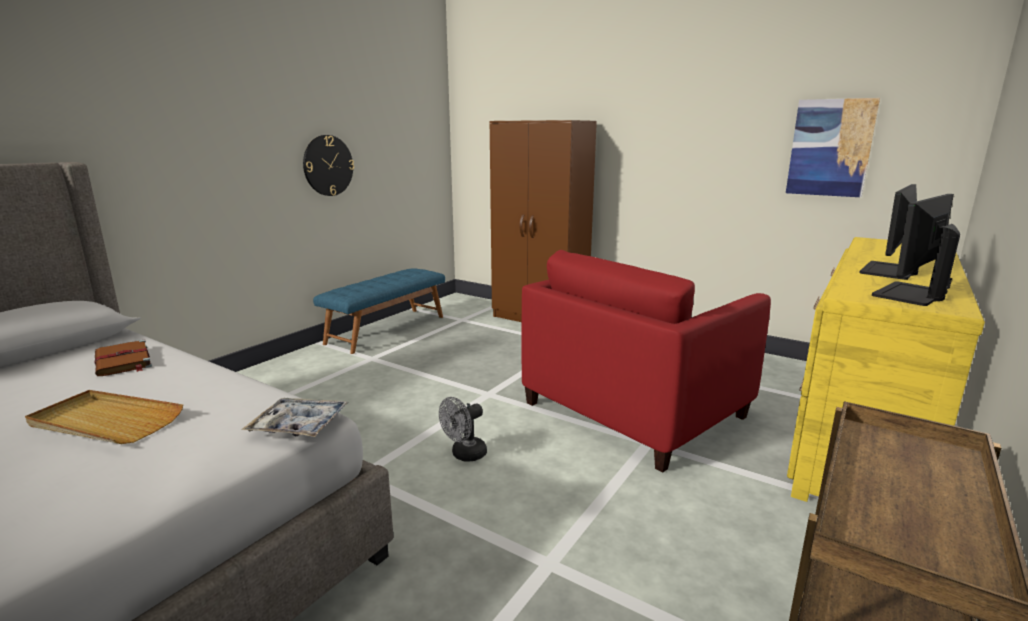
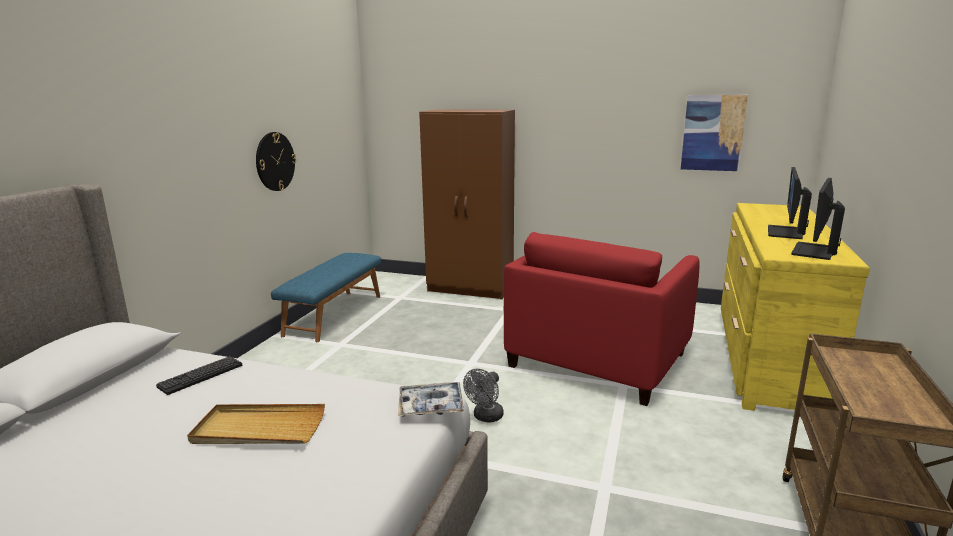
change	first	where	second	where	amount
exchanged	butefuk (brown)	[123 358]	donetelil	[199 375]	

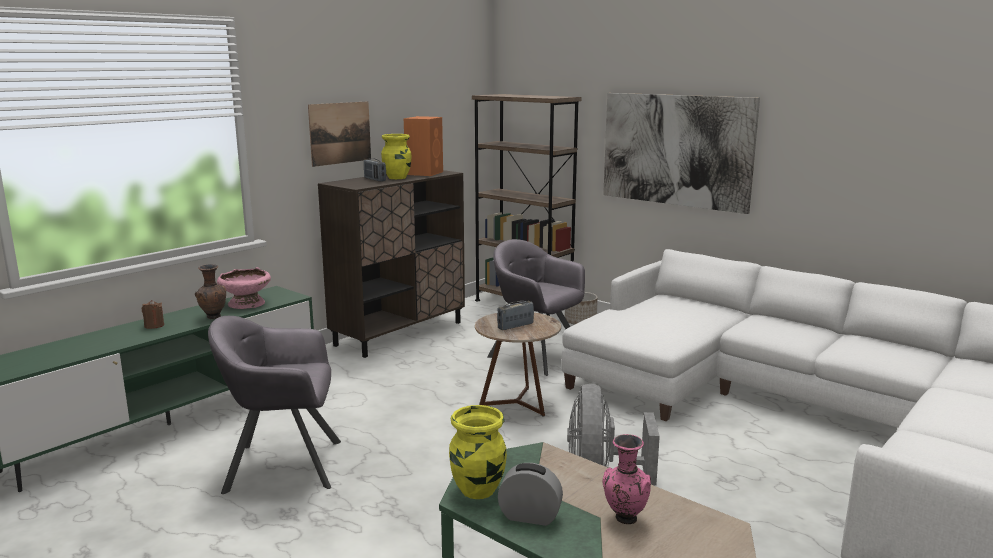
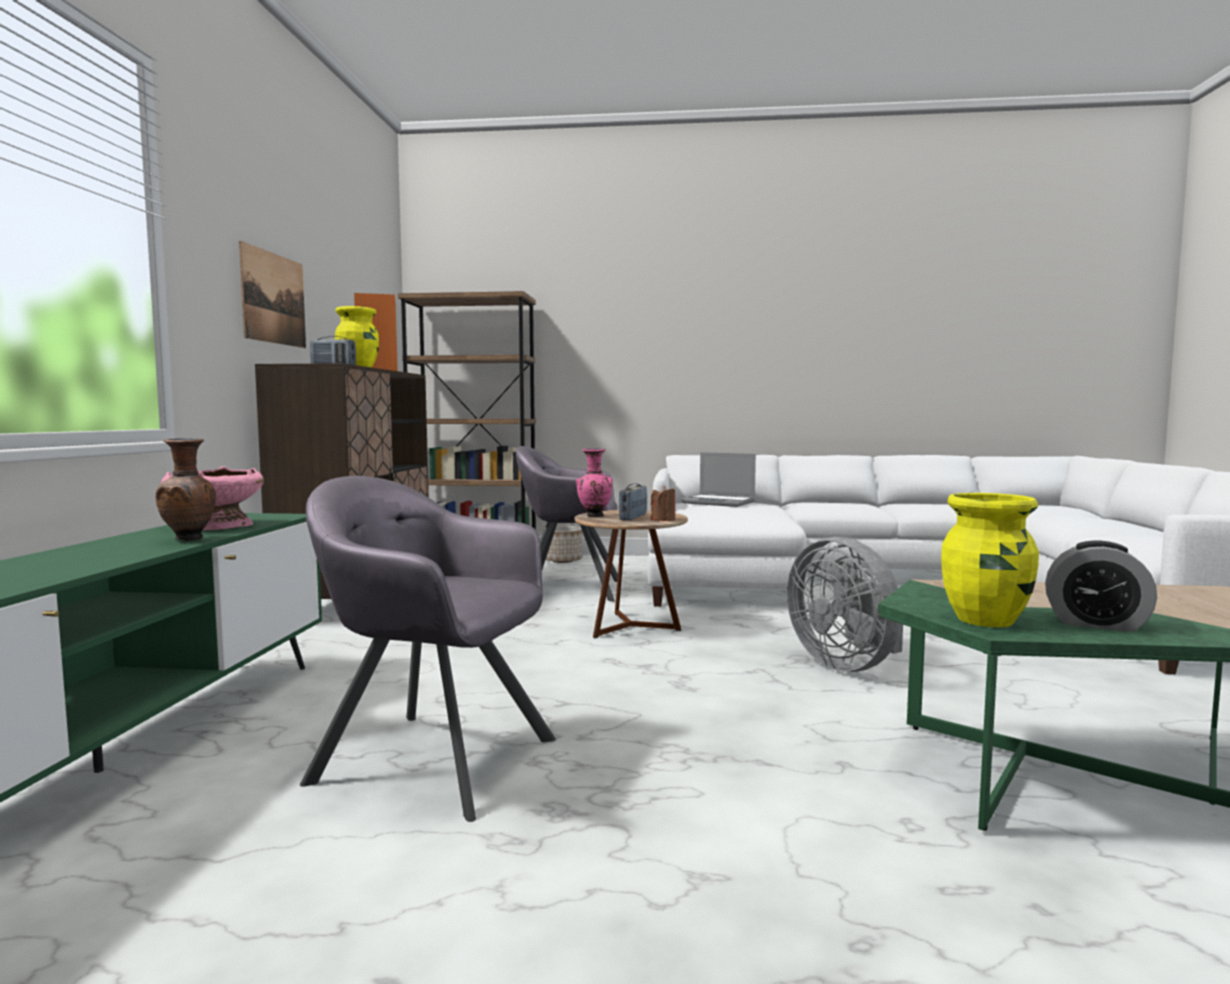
change	first	where	second	where	amount
missing	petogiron	[681 153]			
appeared			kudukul	[719 479]	
relocated	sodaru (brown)	[153 314]		[663 503]	
relocated	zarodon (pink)	[627 479]		[594 482]	
spun	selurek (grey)	[274 405]		[428 649]	60 degrees clockwise
spun	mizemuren	[530 494]		[1101 586]	135 degrees counterclockwise

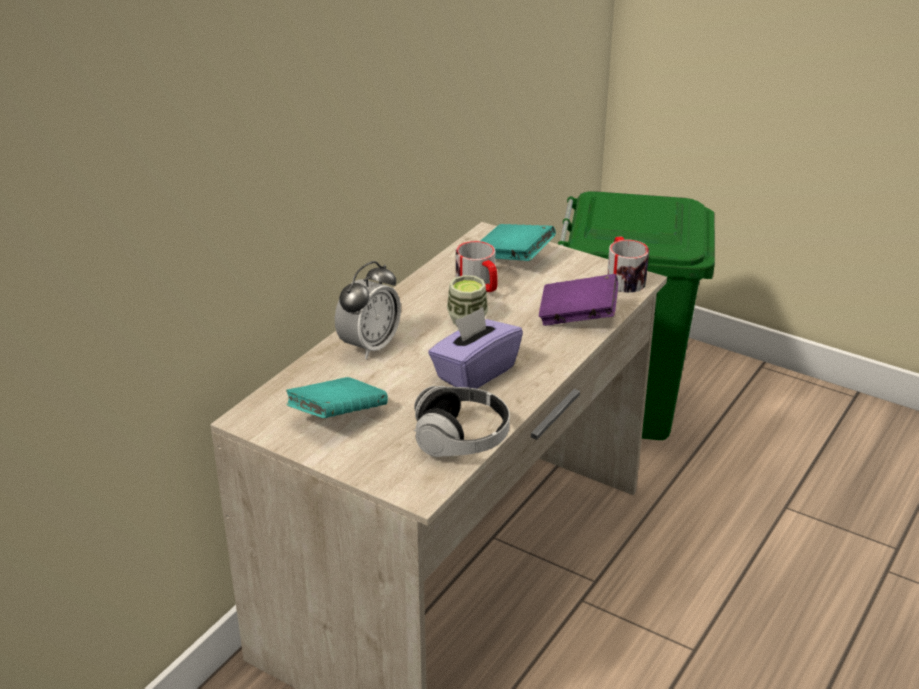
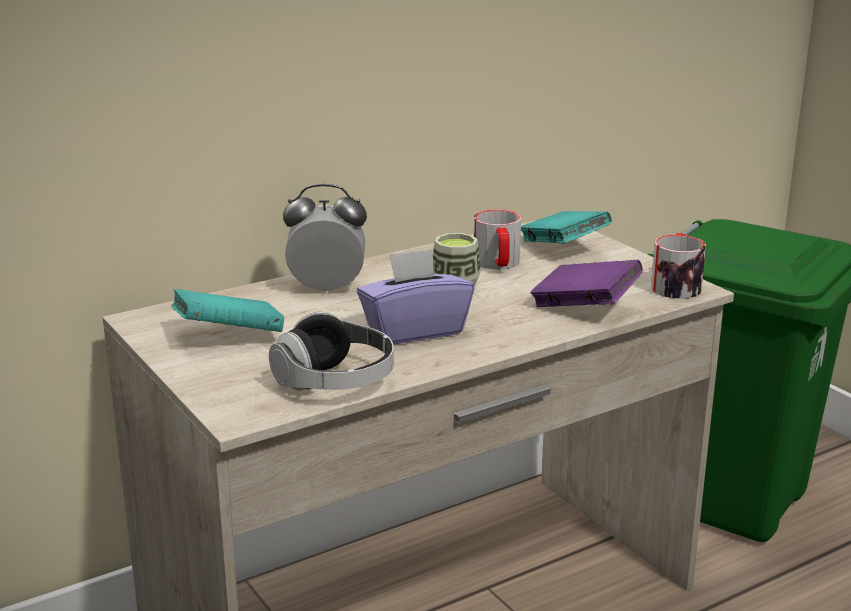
change	first	where	second	where	amount
spun	mizemuren	[368 310]		[325 238]	150 degrees counterclockwise

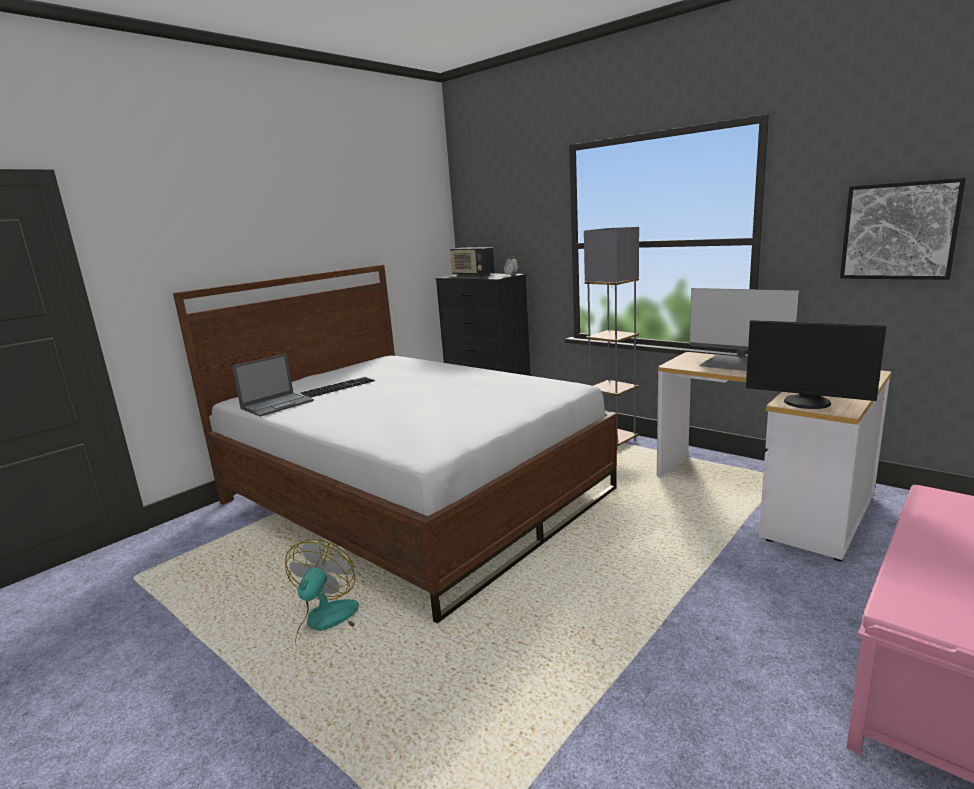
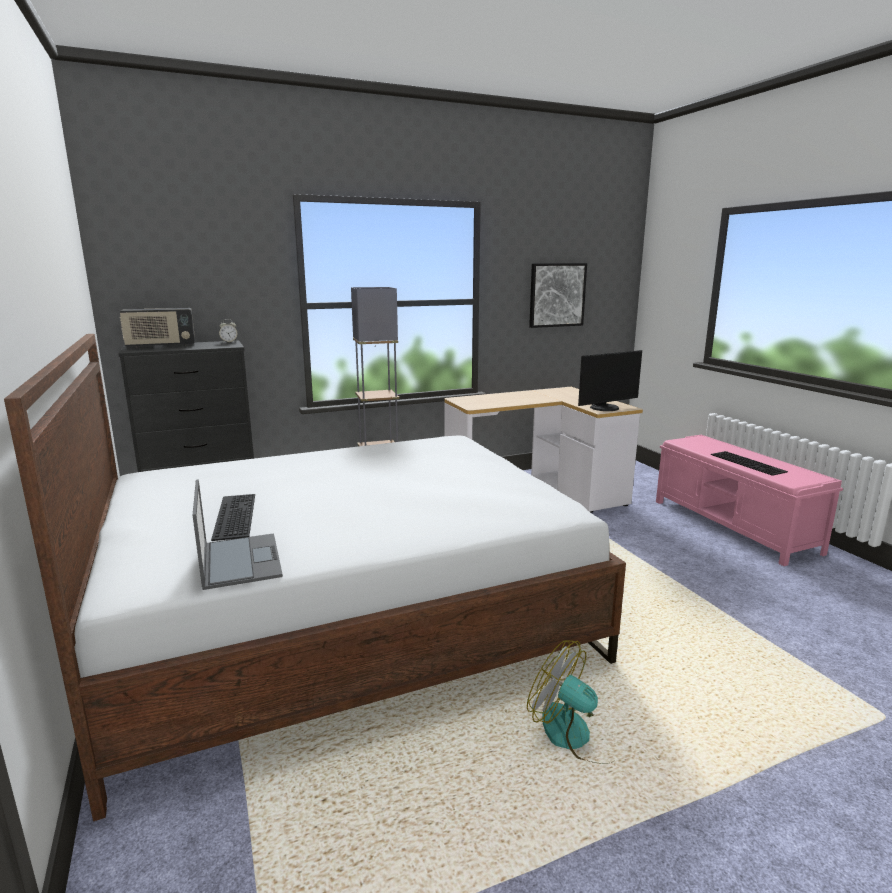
change	first	where	second	where	amount
missing	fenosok	[744 329]			
appeared			donetelil	[749 463]	

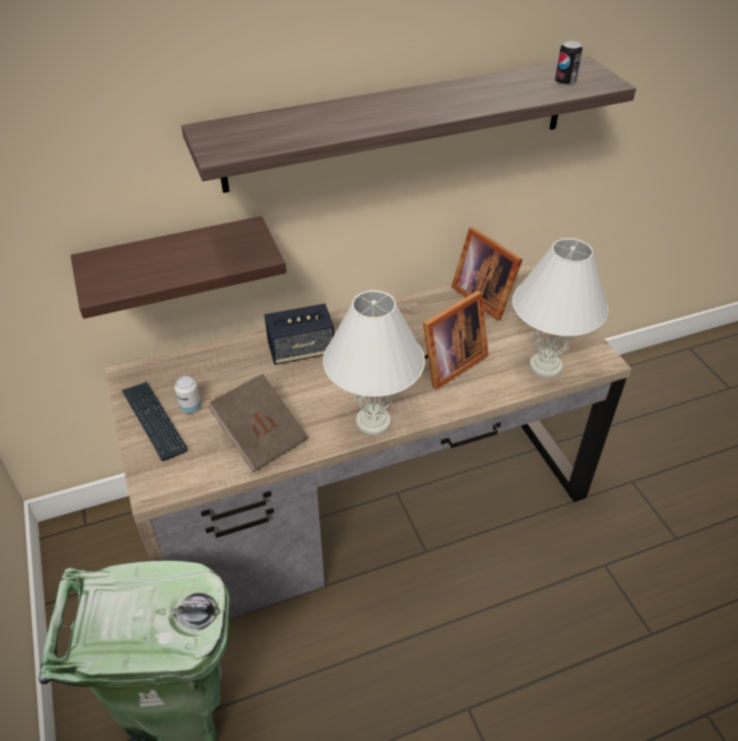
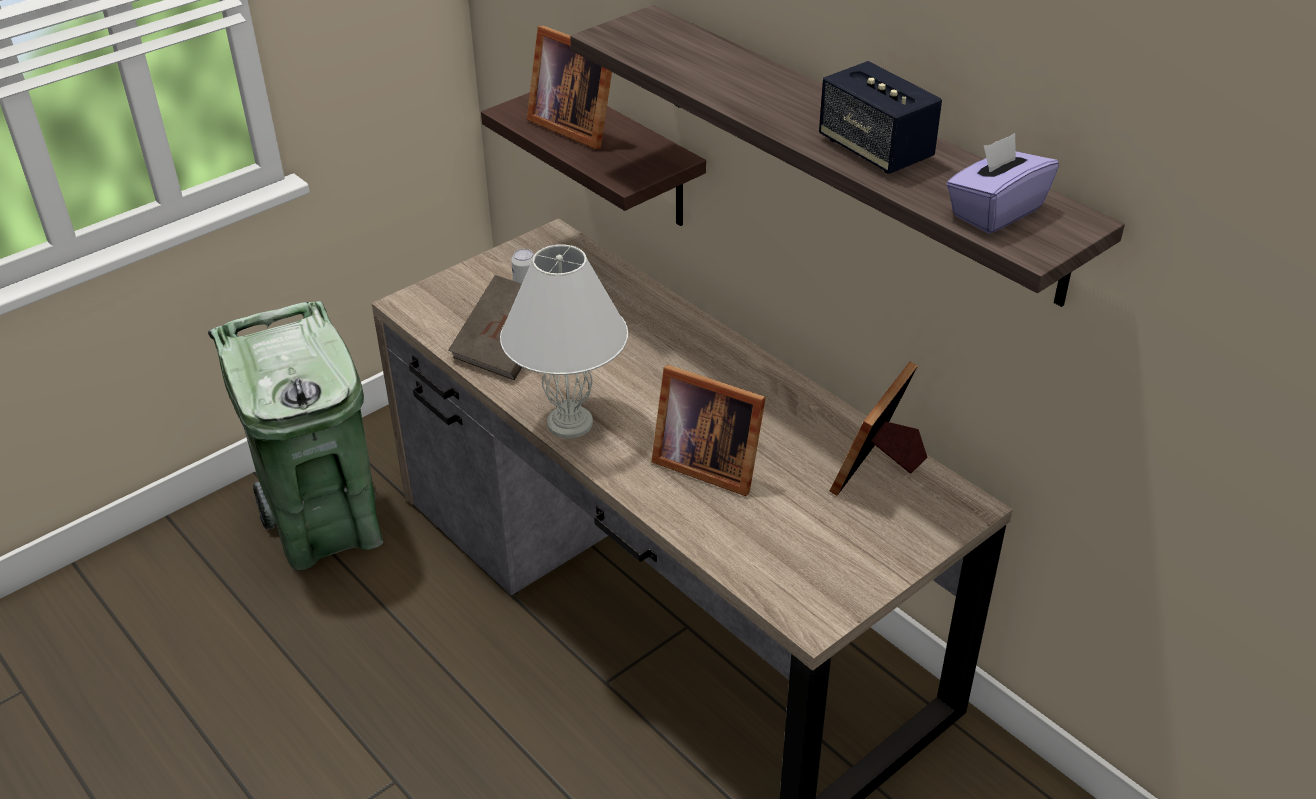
change	first	where	second	where	amount
missing	donetelil	[155 421]			
missing	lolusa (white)	[560 308]			
appeared			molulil	[569 87]	
relocated	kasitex	[299 334]		[880 117]	
exchanged	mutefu	[568 63]	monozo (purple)	[1003 183]	

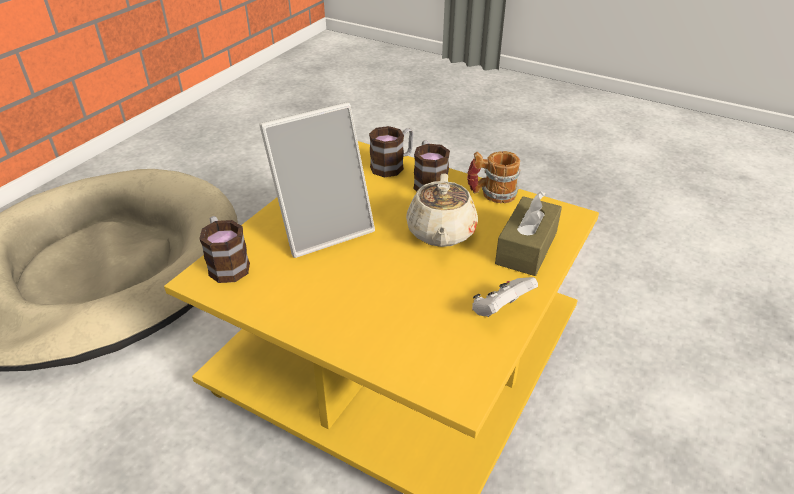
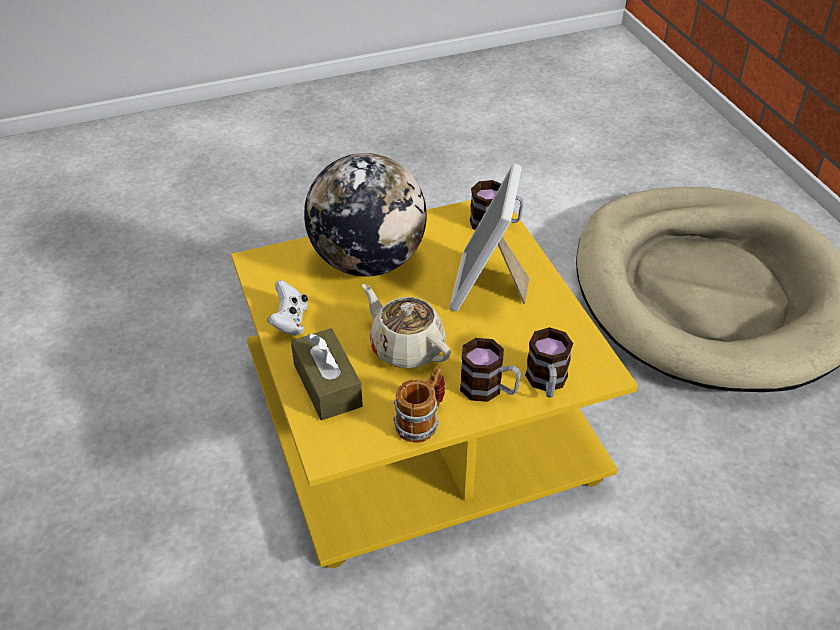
change	first	where	second	where	amount
appeared			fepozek	[365 215]	

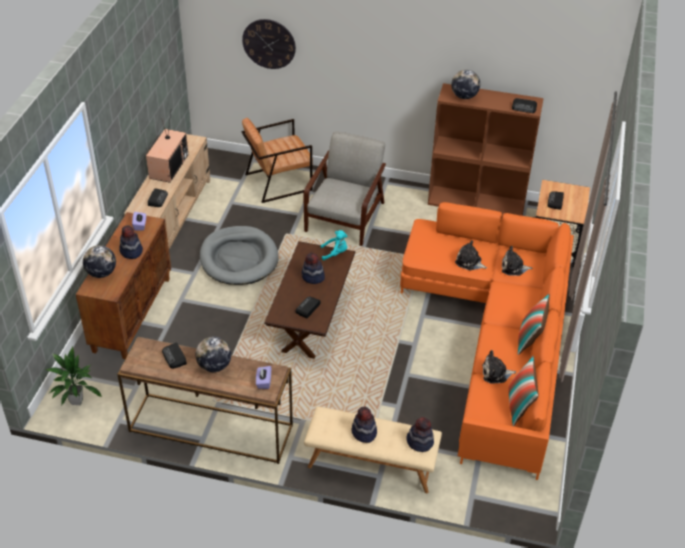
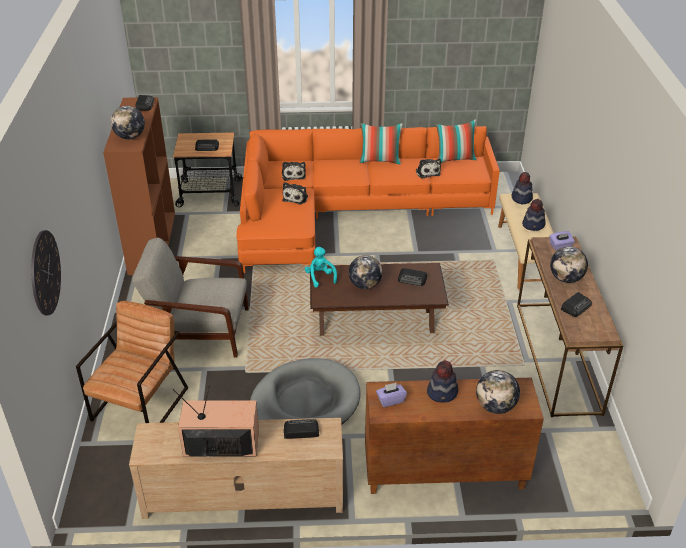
change	first	where	second	where	amount
missing	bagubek	[73 376]			
exchanged	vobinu	[313 268]	fepozek	[365 272]	
spun	selurek (brown)	[277 160]		[132 362]	120 degrees counterclockwise

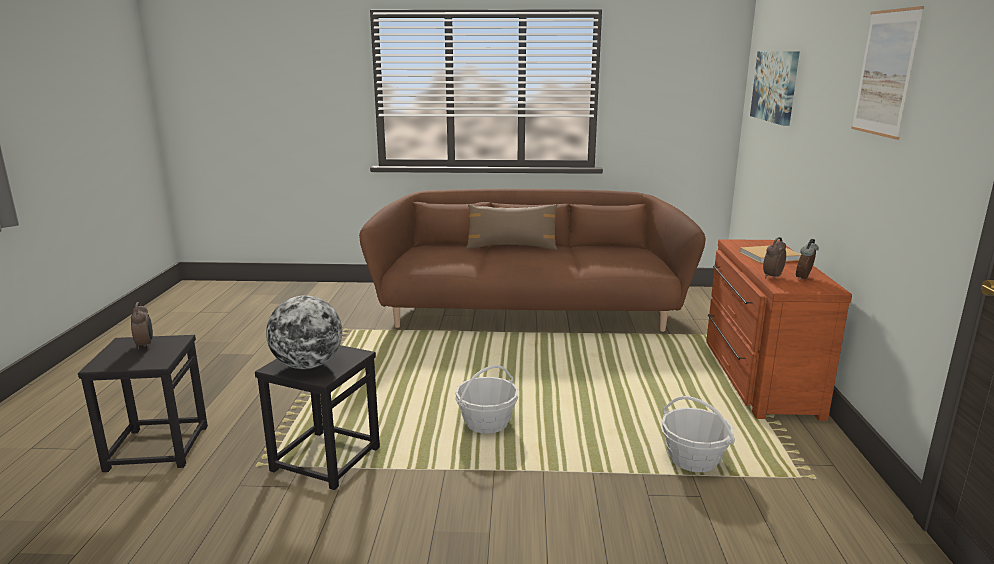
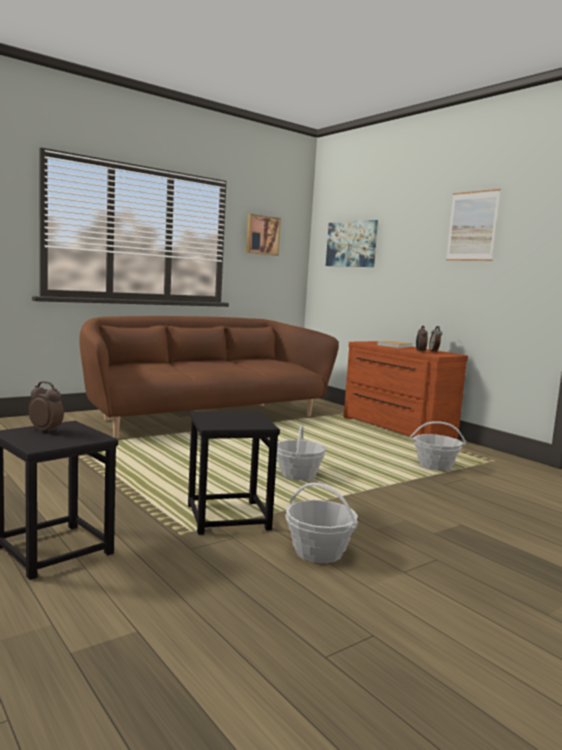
change	first	where	second	where	amount
missing	fepozek	[304 332]			
missing	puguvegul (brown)	[512 227]			
appeared			petogiron	[263 235]	
appeared			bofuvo	[321 523]	

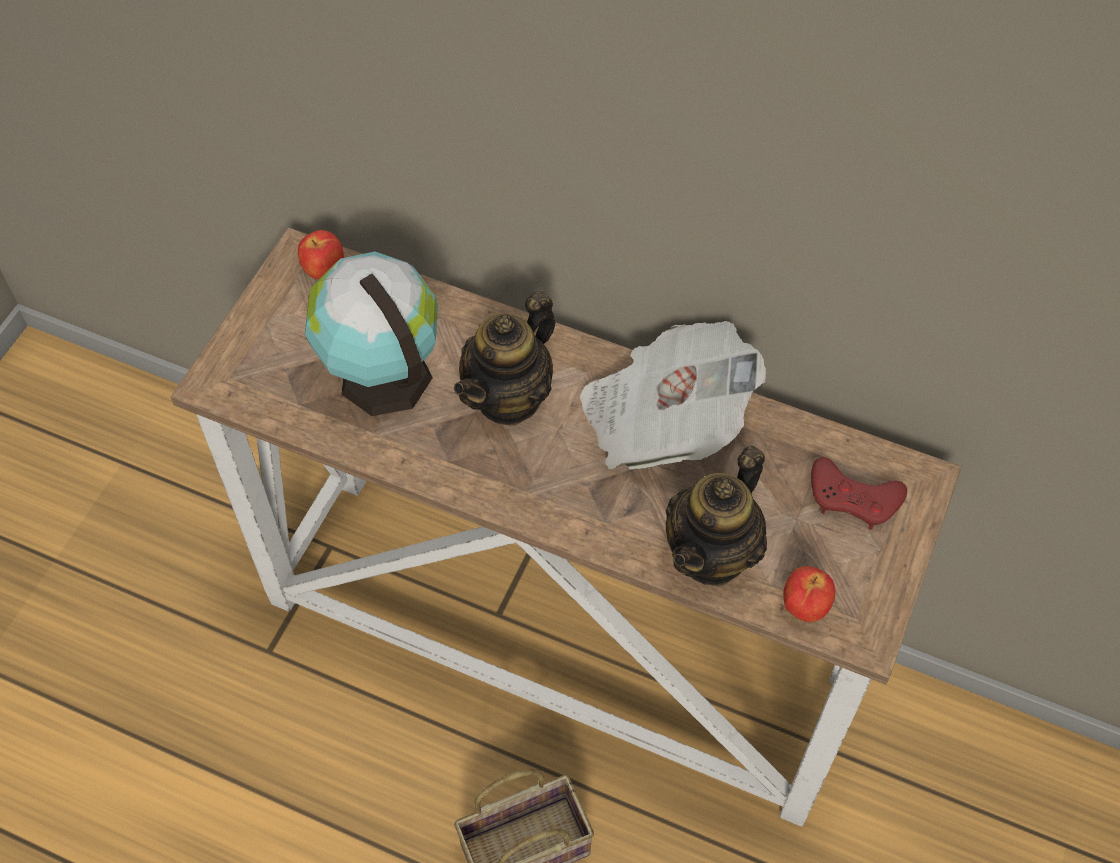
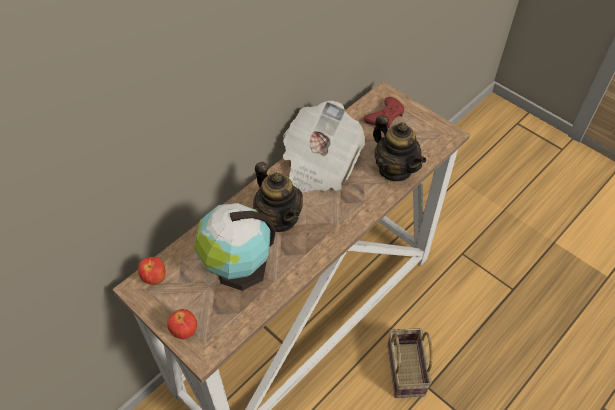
change	first	where	second	where	amount
relocated	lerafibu	[809 594]		[182 324]	

